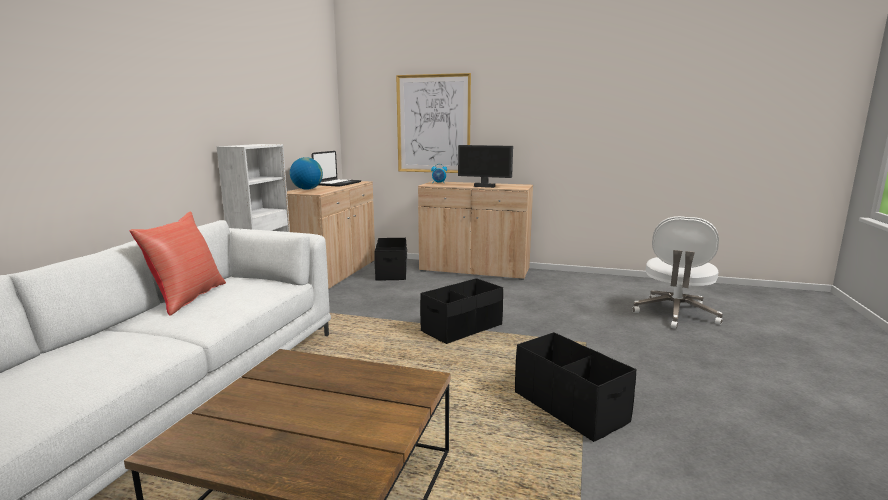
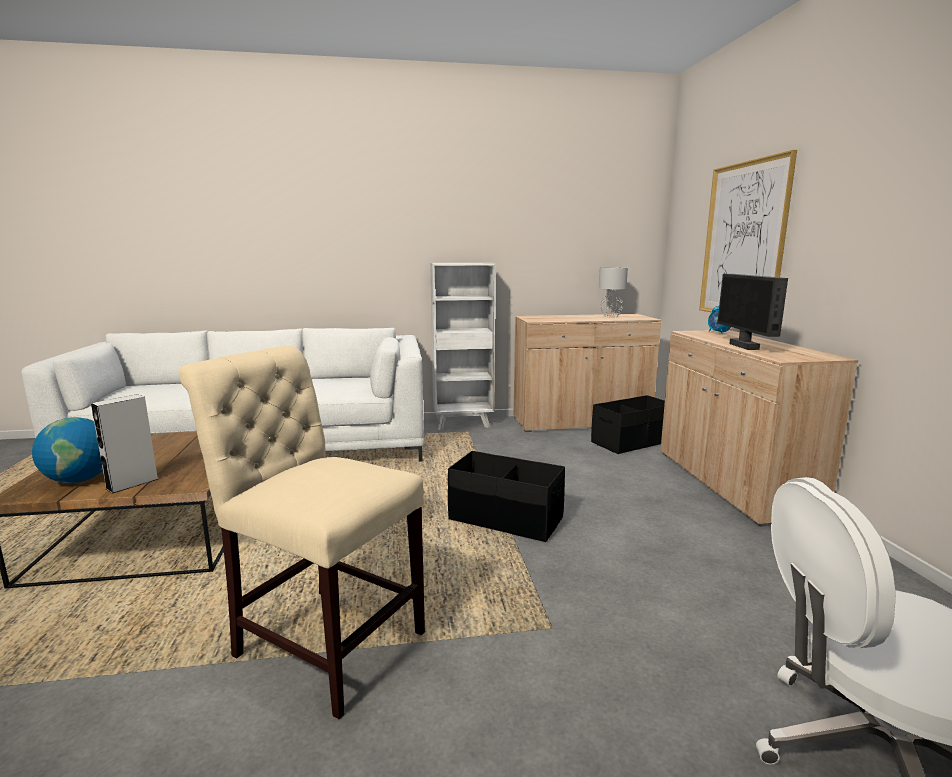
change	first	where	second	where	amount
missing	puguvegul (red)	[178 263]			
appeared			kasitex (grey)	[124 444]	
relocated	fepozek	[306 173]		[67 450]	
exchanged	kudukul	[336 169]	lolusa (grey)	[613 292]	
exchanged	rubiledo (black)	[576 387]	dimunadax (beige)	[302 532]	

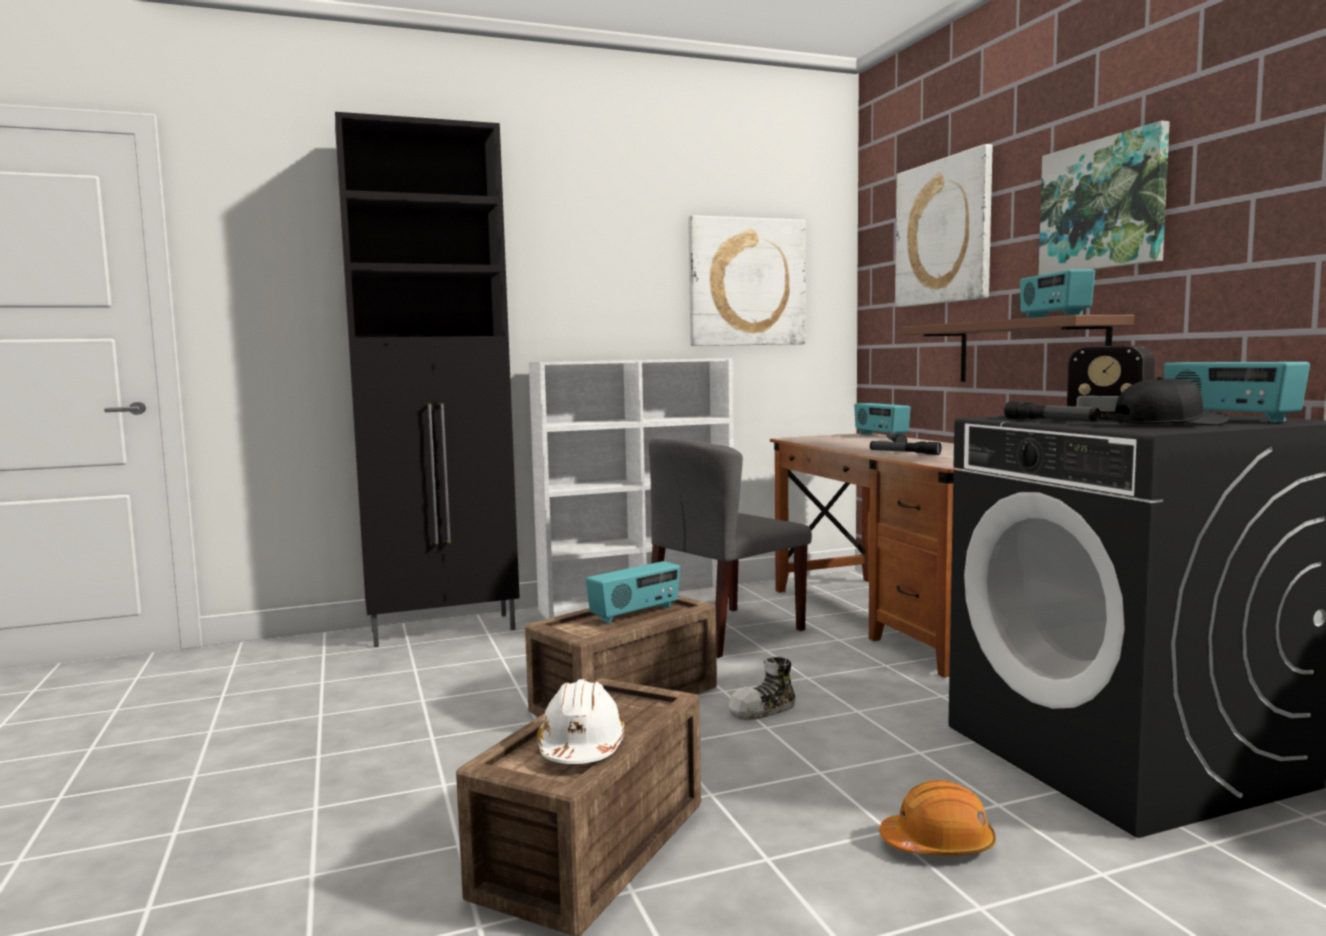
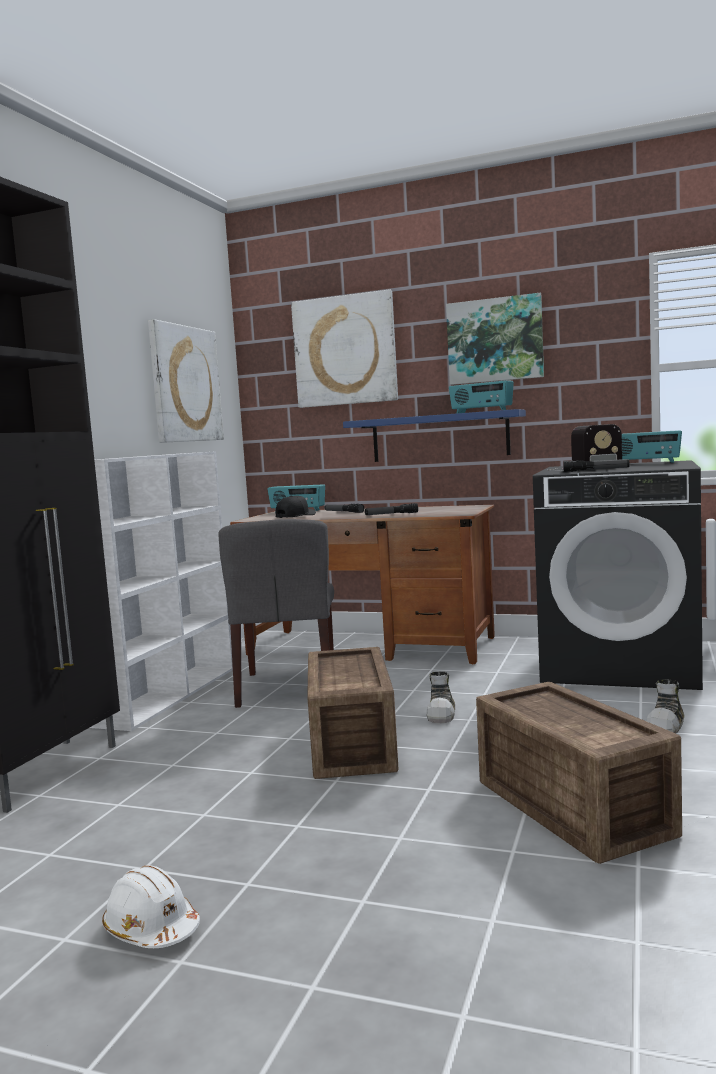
change	first	where	second	where	amount
missing	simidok	[633 592]			
relocated	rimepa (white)	[581 721]		[151 906]	
relocated	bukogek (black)	[1171 401]		[296 506]	
exchanged	rimepa (orange)	[937 818]	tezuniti	[666 706]	
colour	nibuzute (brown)	[1017 348]	nibuzute (blue)	[434 435]	

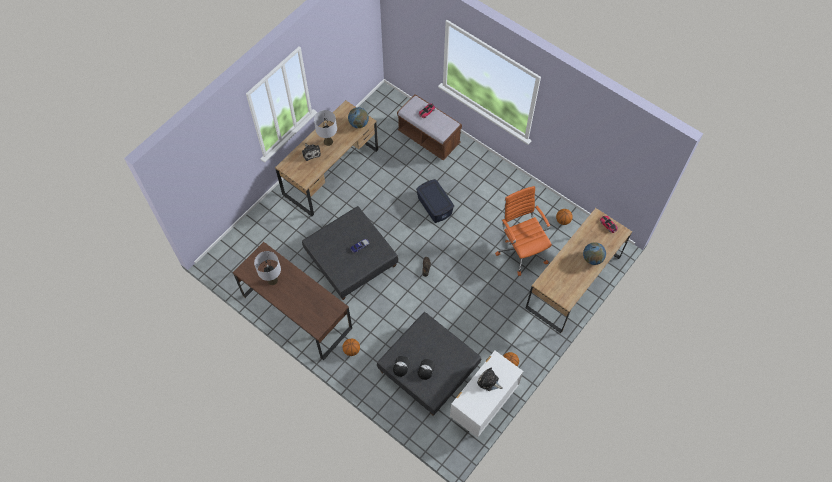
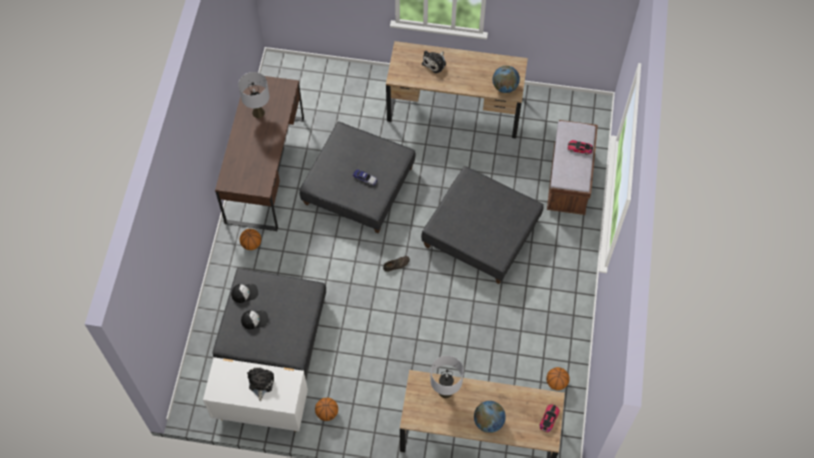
change	first	where	second	where	amount
missing	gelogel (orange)	[523 231]			
relocated	lolusa (grey)	[325 128]		[447 377]	
exchanged	rubiledo (blue)	[435 201]	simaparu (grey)	[482 225]	

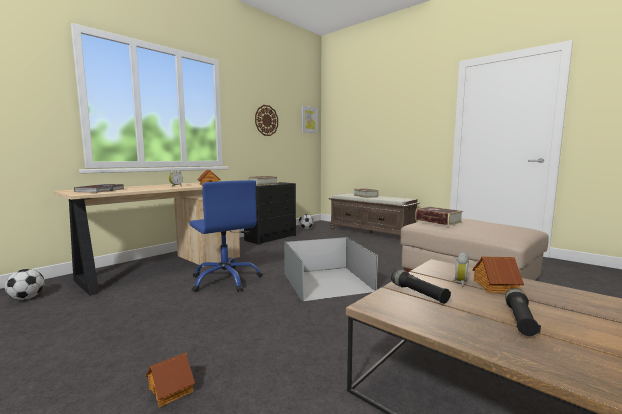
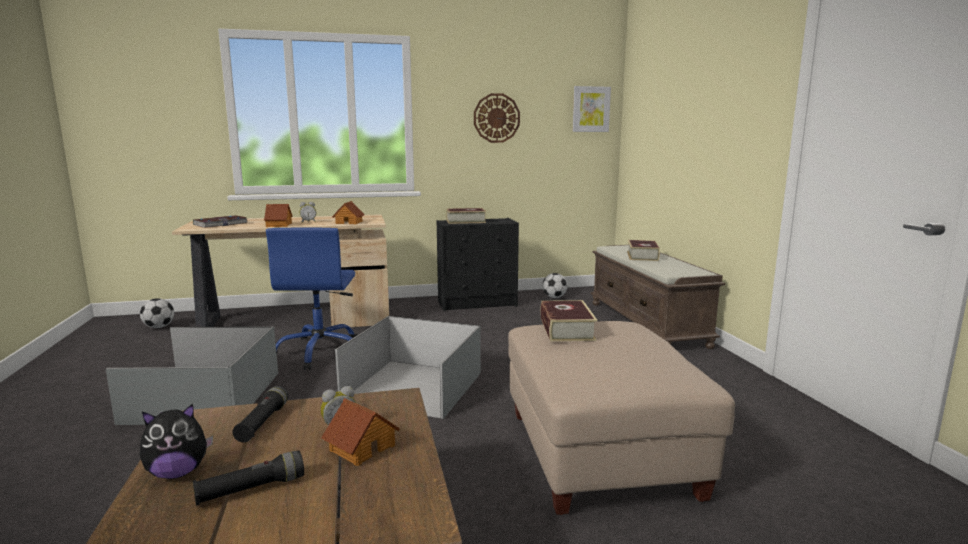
change	first	where	second	where	amount
appeared			rubiledo (grey)	[192 375]	
appeared			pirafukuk	[176 441]	
relocated	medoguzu	[170 380]		[278 215]	

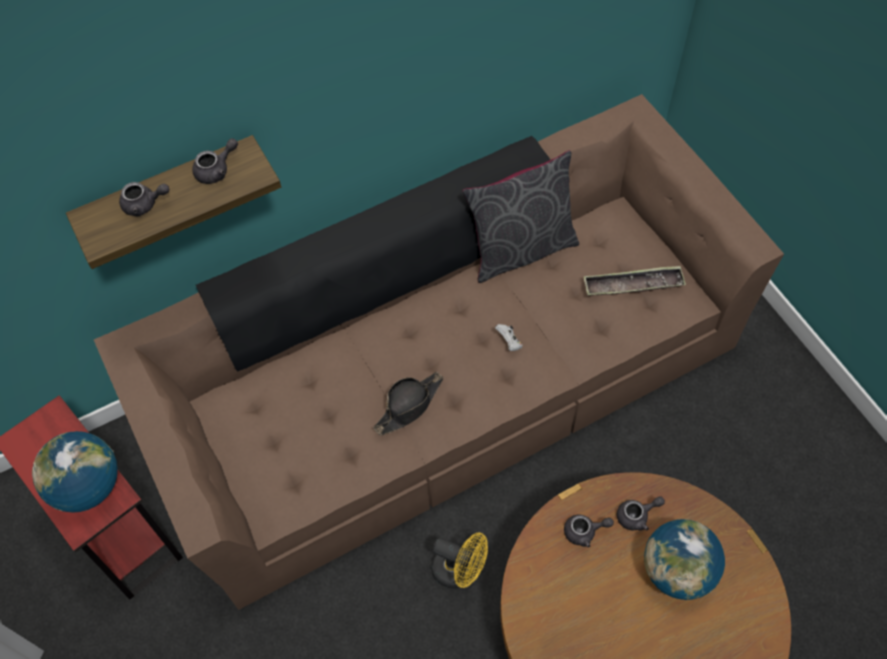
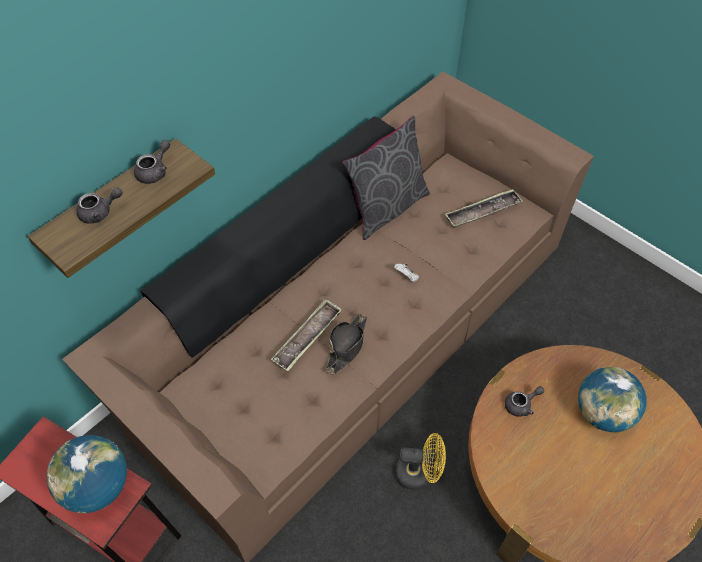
change	first	where	second	where	amount
missing	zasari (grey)	[641 513]			
appeared			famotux	[306 335]	

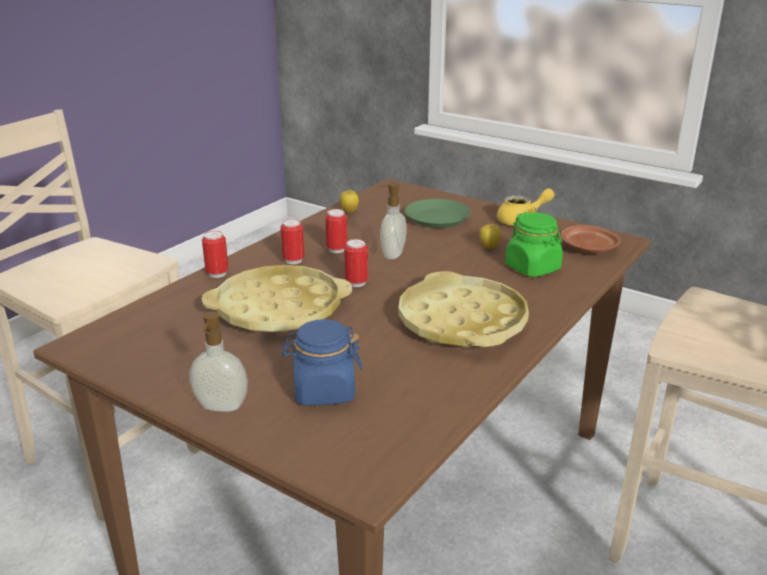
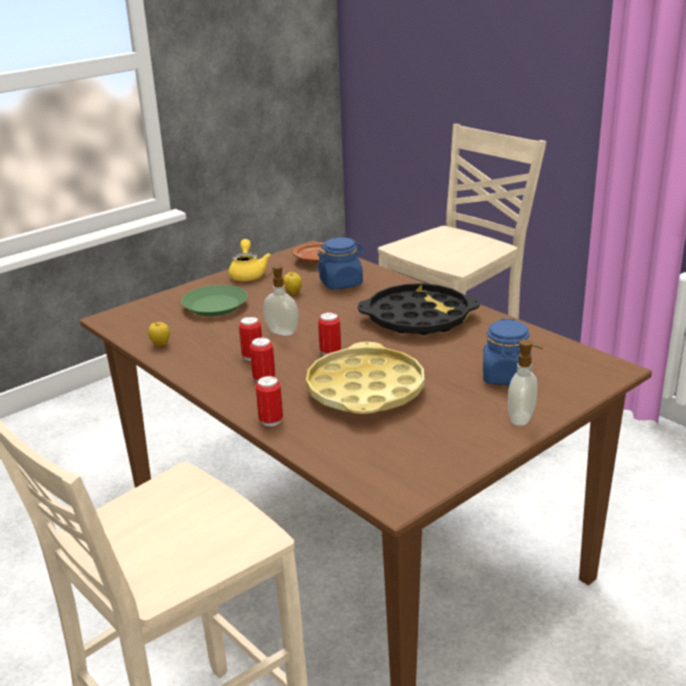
change	first	where	second	where	amount
colour	famotux (yellow)	[463 309]	famotux (black)	[419 309]	
colour	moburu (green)	[534 244]	moburu (blue)	[341 263]	

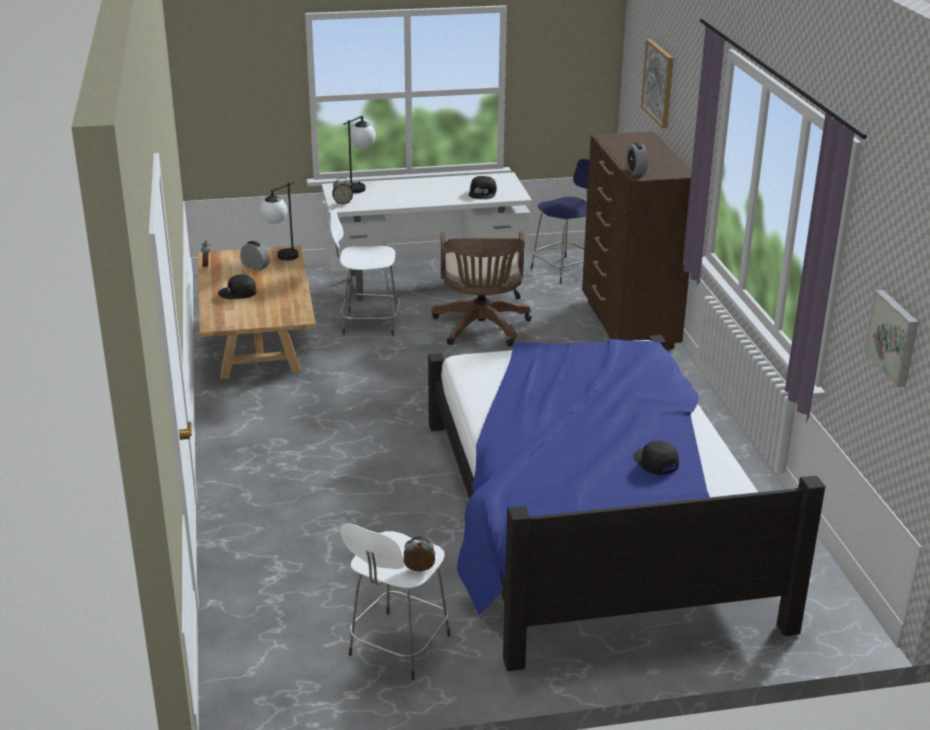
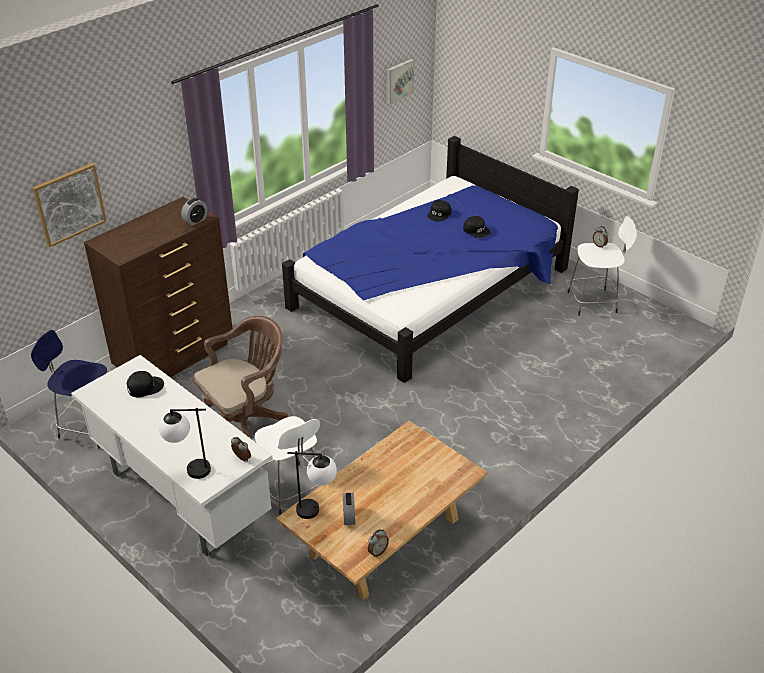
change	first	where	second	where	amount
relocated	bukogek (black)	[237 286]		[476 227]	

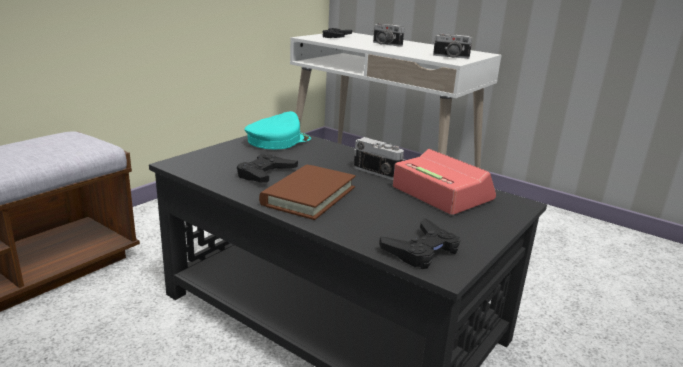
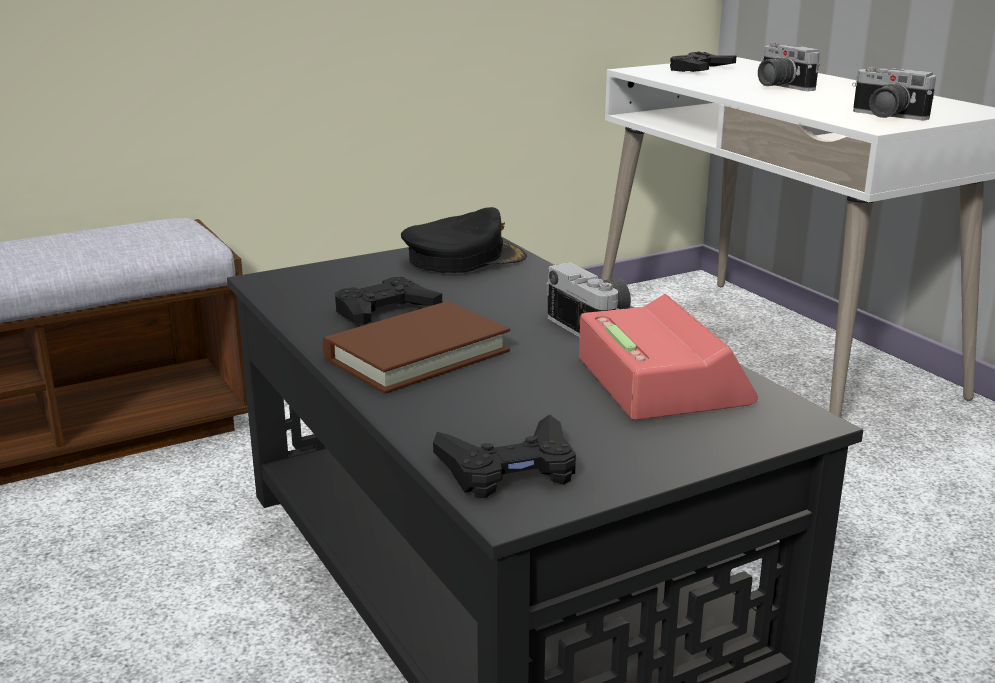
change	first	where	second	where	amount
colour	bukogek (turquoise)	[277 130]	bukogek (black)	[464 240]	

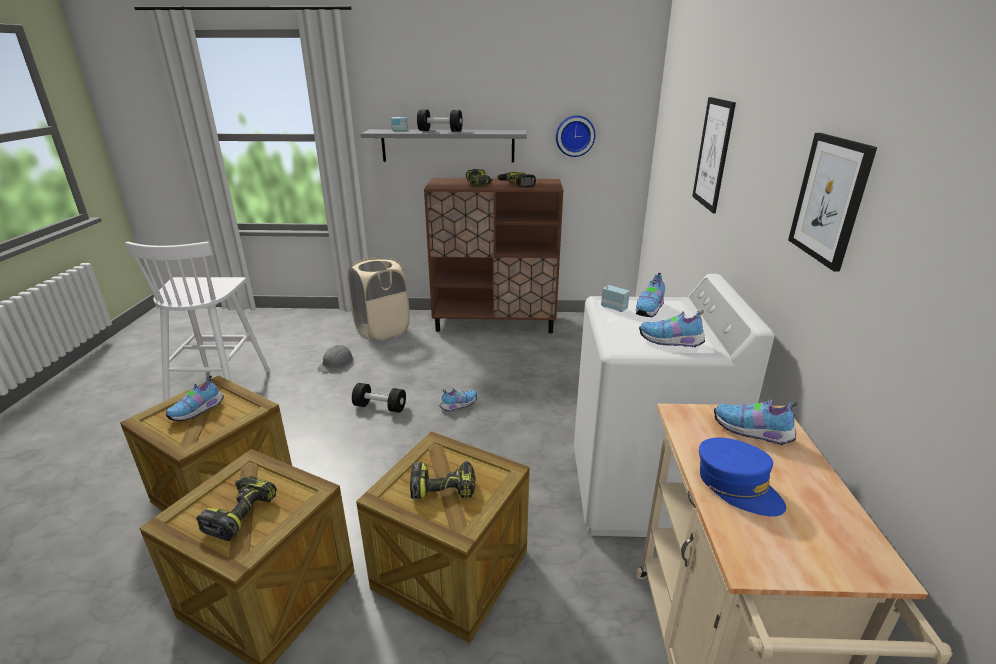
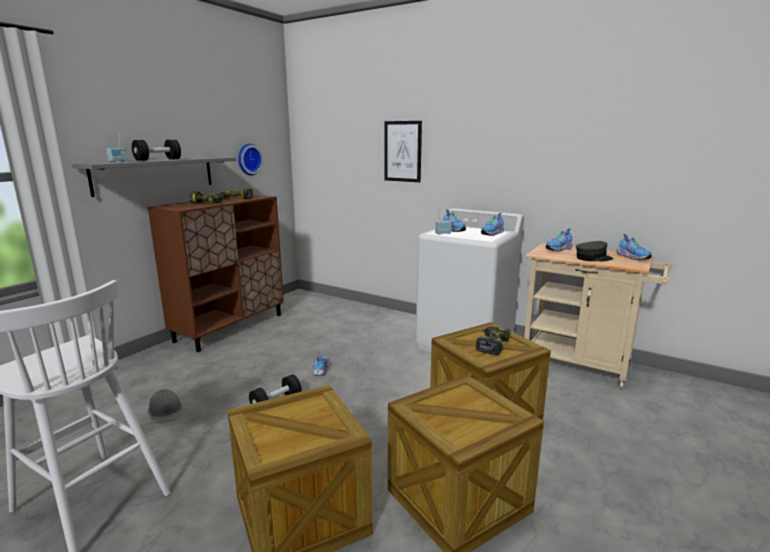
change	first	where	second	where	amount
missing	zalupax	[236 508]			
missing	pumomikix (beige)	[379 298]			
missing	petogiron	[832 202]			
relocated	tezuniti	[195 398]		[634 247]	
colour	bukogek (blue)	[742 477]	bukogek (grey)	[595 251]	

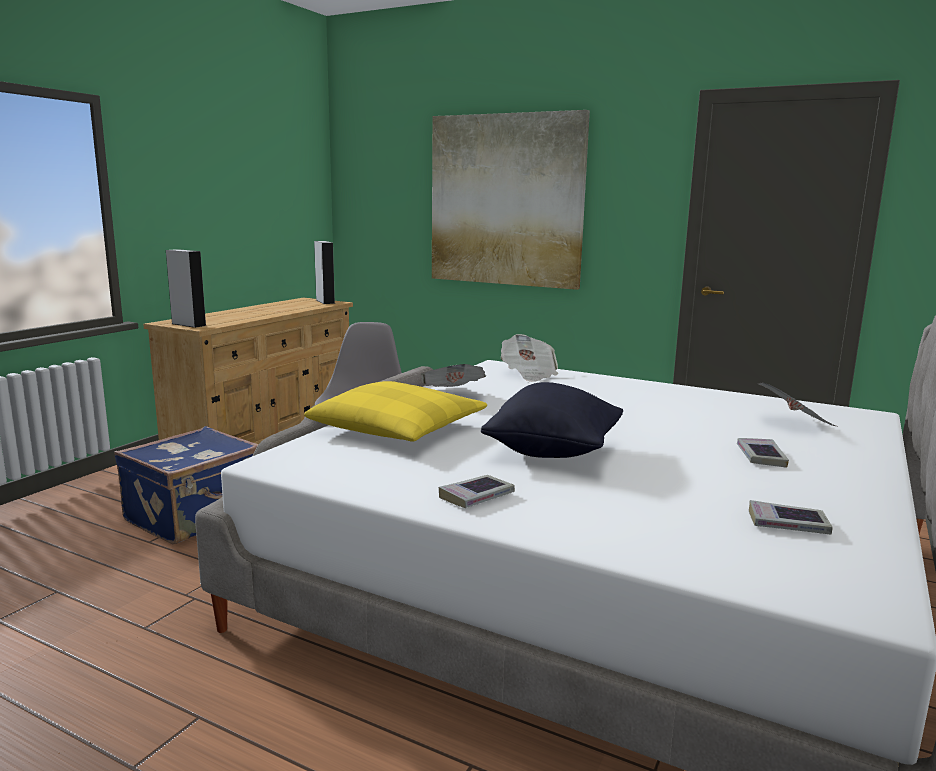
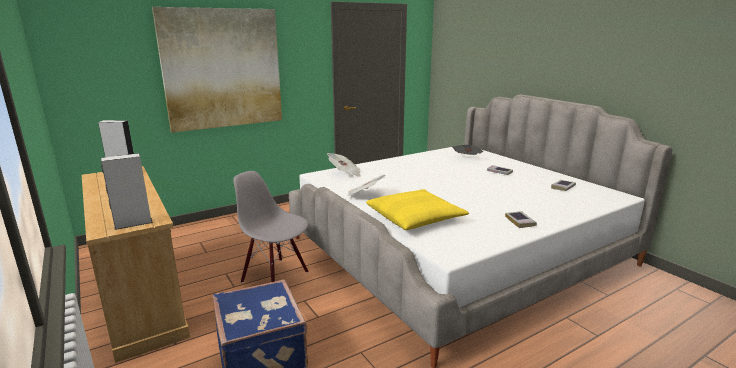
change	first	where	second	where	amount
missing	puguvegul (black)	[552 420]			

